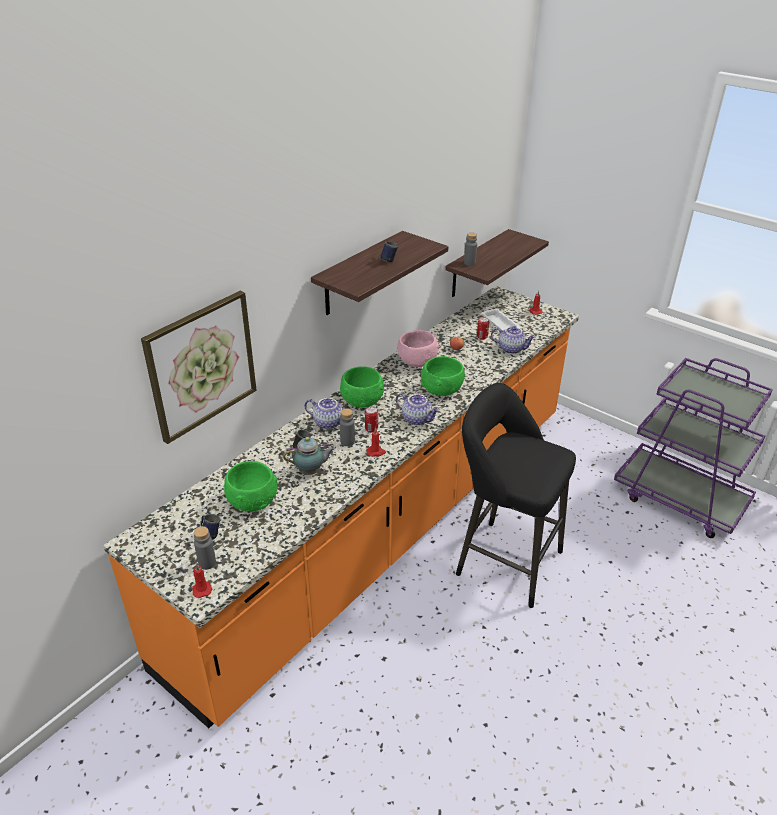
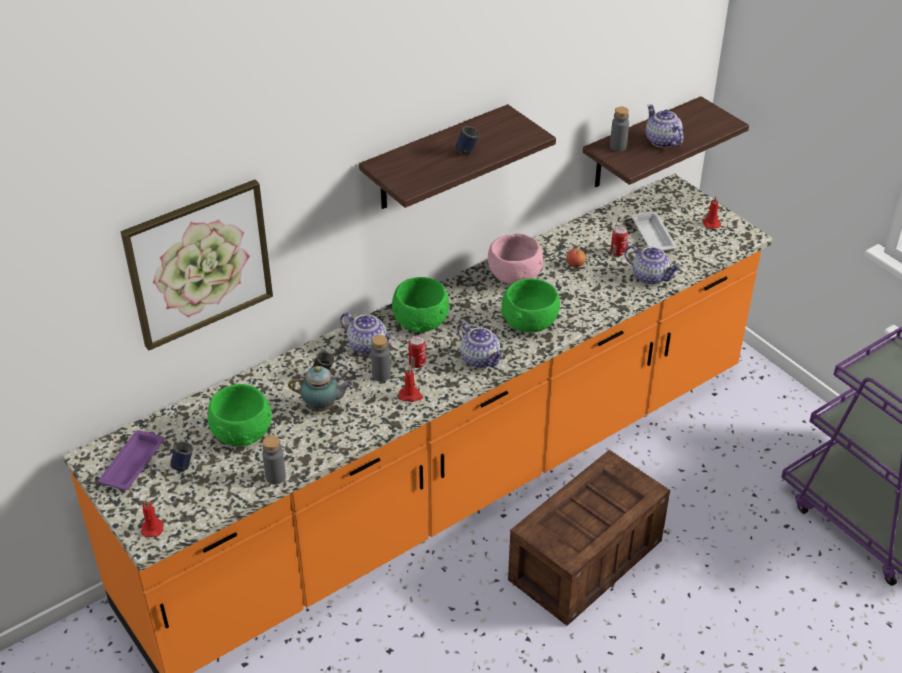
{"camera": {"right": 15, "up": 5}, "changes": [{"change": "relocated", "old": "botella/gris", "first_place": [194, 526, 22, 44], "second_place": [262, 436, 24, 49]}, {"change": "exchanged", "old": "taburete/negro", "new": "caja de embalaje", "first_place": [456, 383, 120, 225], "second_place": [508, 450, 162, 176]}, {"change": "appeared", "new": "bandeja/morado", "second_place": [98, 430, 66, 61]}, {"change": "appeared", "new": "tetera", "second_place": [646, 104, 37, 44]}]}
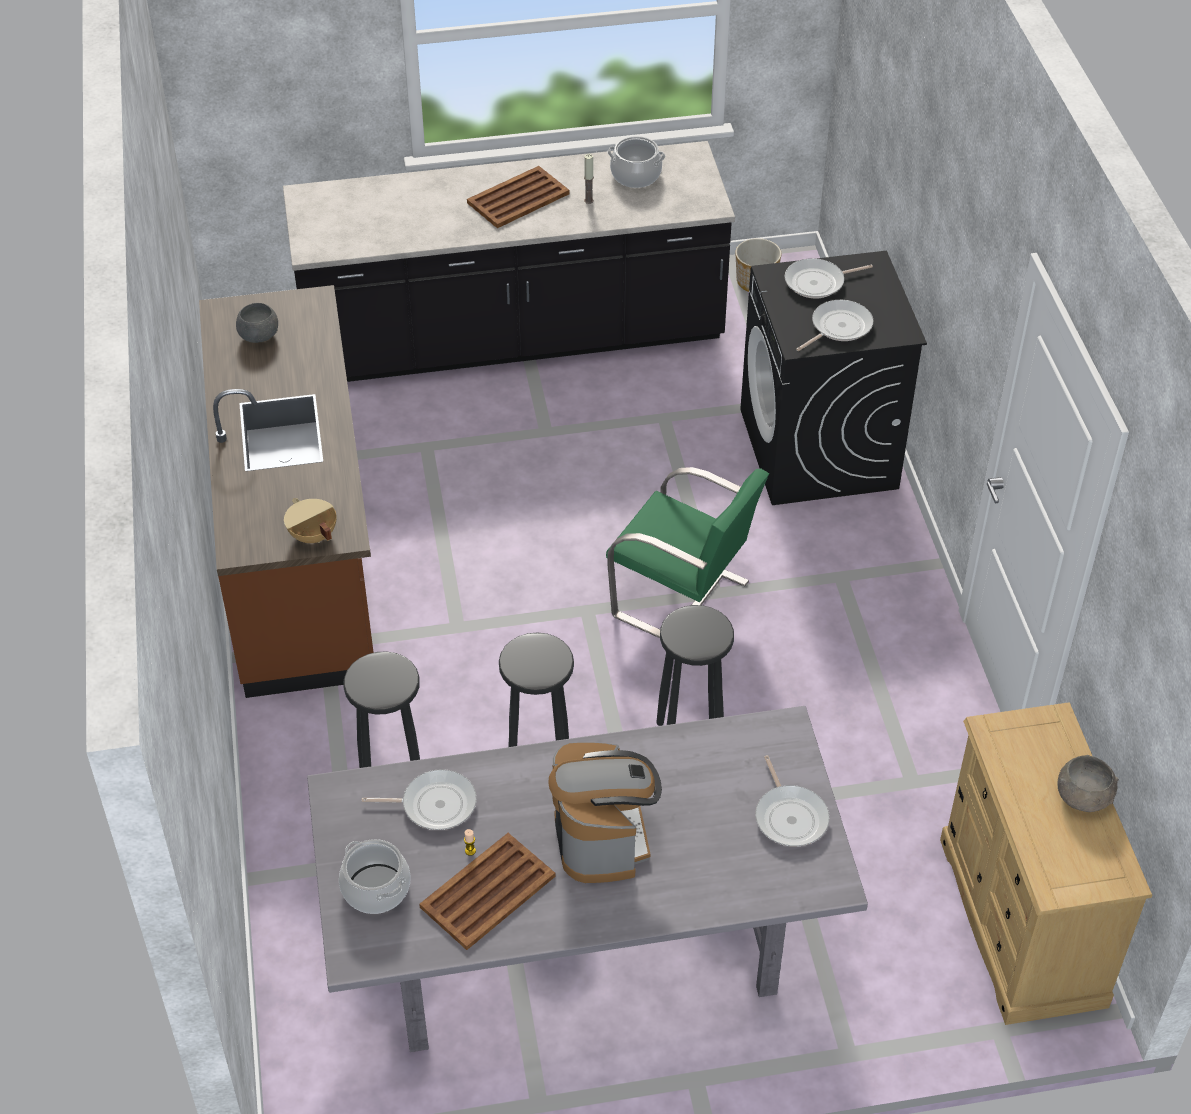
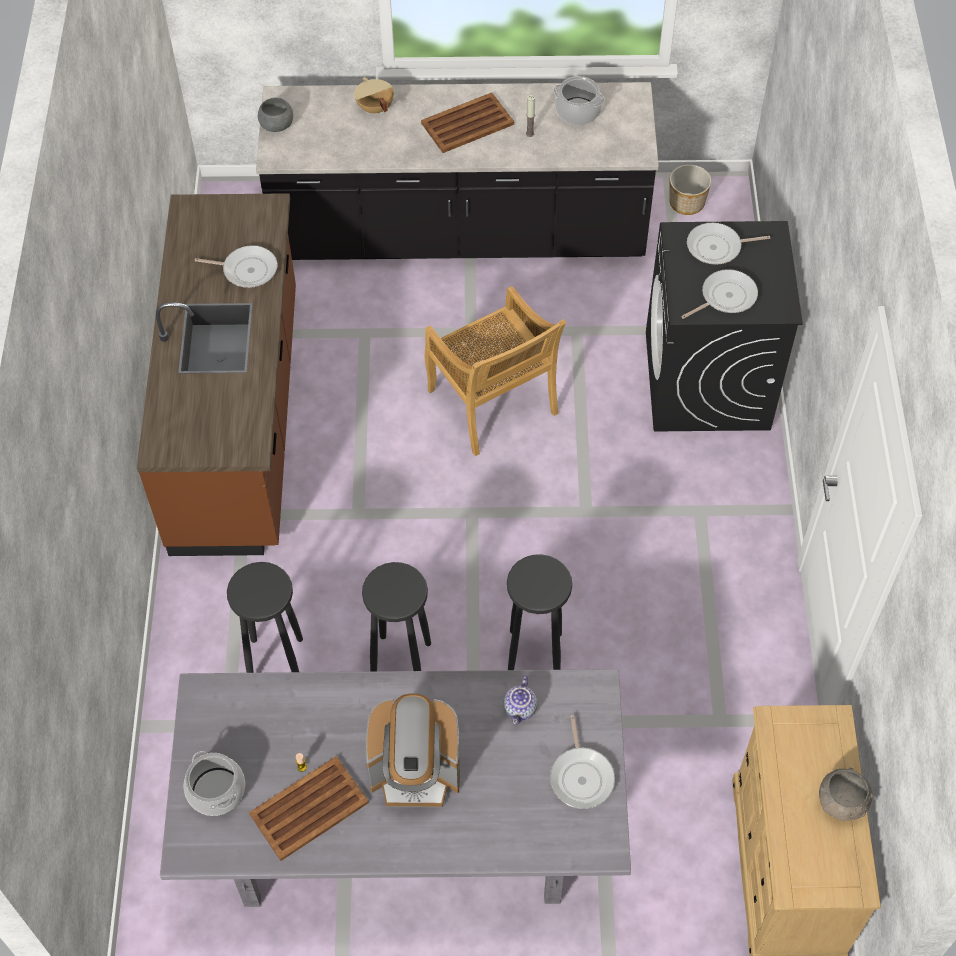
{"camera": {"right": 10, "up": 10}, "changes": [{"change": "relocated", "old": "cuenco/gris", "first_place": [236, 303, 42, 40], "second_place": [258, 97, 35, 35]}, {"change": "relocated", "old": "olla/beis", "first_place": [284, 498, 52, 45], "second_place": [354, 77, 40, 37]}, {"change": "relocated", "old": "sartén", "first_place": [362, 769, 115, 61], "second_place": [195, 245, 82, 43]}, {"change": "spun", "old": "cafetera", "first_place": [548, 742, 114, 141], "second_place": [366, 693, 94, 114], "degrees": 90}, {"change": "missing", "old": "silla/verde", "first_place": [606, 467, 163, 171]}, {"change": "appeared", "new": "silla/beis", "second_place": [425, 286, 141, 170]}, {"change": "appeared", "new": "tetera", "second_place": [504, 675, 33, 49]}]}
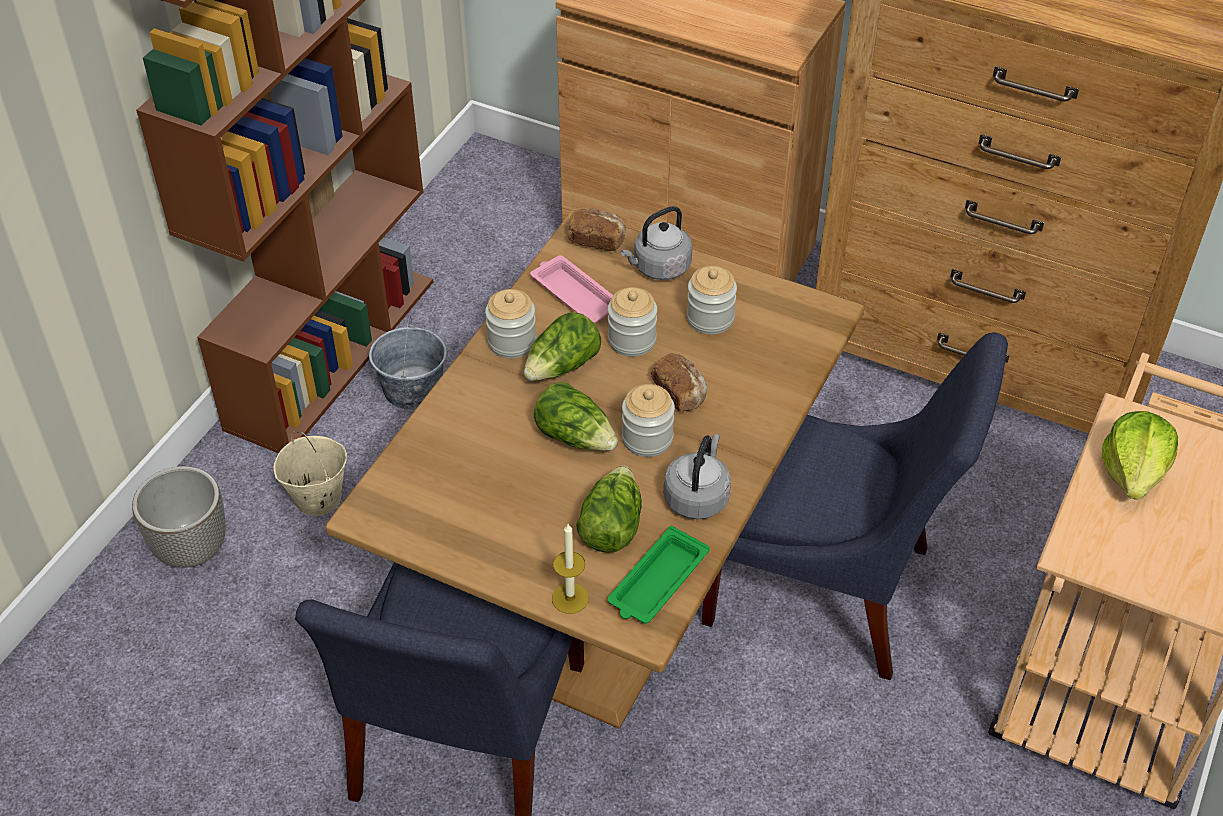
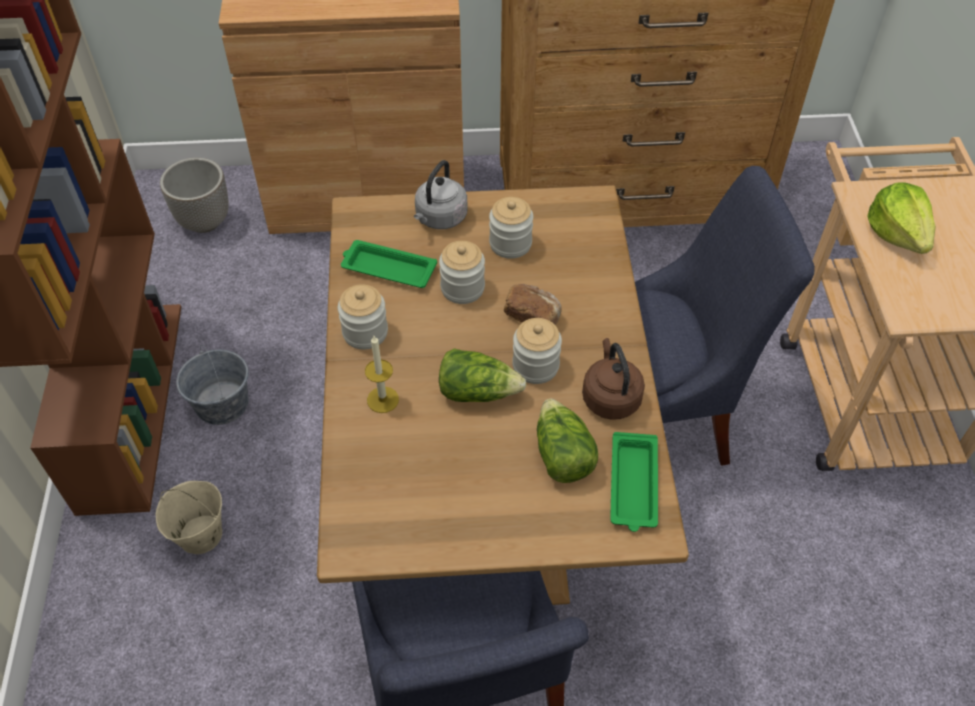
{"camera": {"right": -30, "up": 5}, "changes": [{"change": "relocated", "old": "maceta", "first_place": [132, 466, 94, 102], "second_place": [160, 157, 69, 76]}, {"change": "missing", "old": "lechuga", "first_place": [524, 313, 77, 68]}, {"change": "colour", "old": "bandeja/rosa", "new": "bandeja/verde", "first_place": [530, 255, 83, 68], "second_place": [341, 240, 96, 48]}, {"change": "relocated", "old": "vela", "first_place": [552, 524, 37, 90], "second_place": [365, 336, 34, 77]}, {"change": "missing", "old": "pan", "first_place": [568, 209, 58, 42]}, {"change": "colour", "old": "hervidor/gris", "new": "hervidor/marrón", "first_place": [664, 434, 67, 86], "second_place": [582, 338, 63, 82]}]}
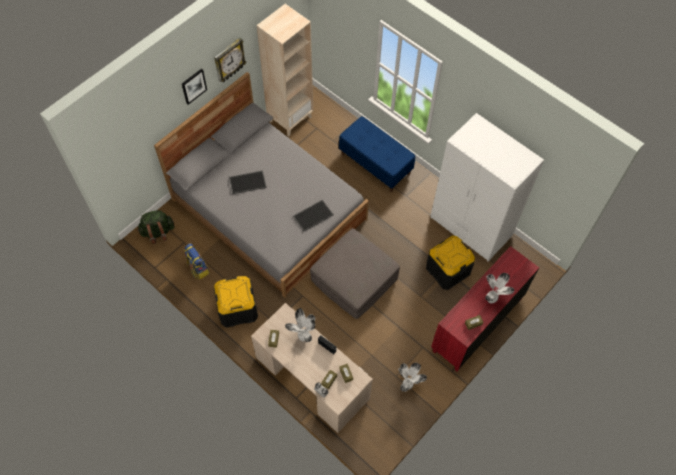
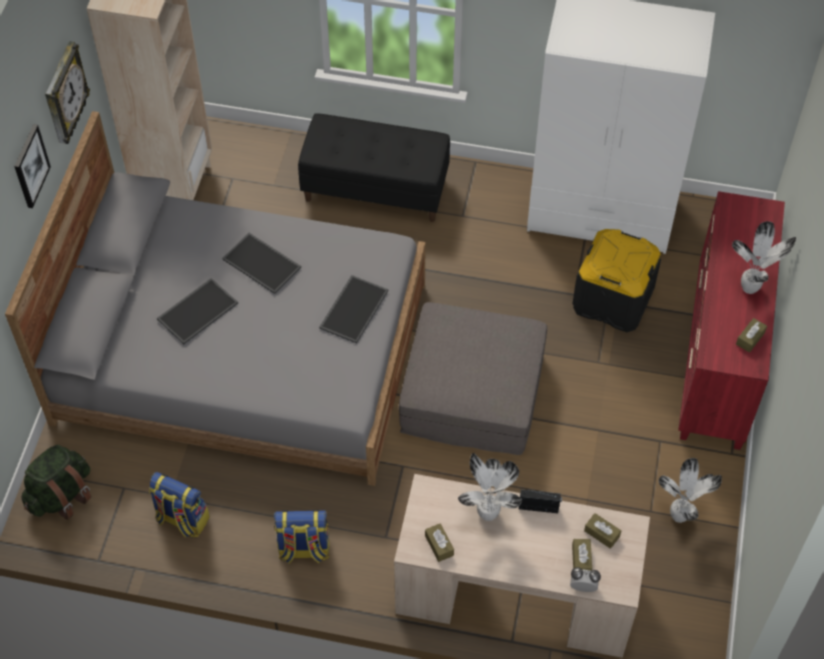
{"camera": {"right": -30, "up": -5}, "changes": [{"change": "exchanged", "old": "caja de almacenaje/negro", "new": "mochila", "first_place": [214, 276, 44, 52], "second_place": [274, 510, 56, 54]}, {"change": "colour", "old": "banco/azul", "new": "banco/negro", "first_place": [339, 116, 76, 76], "second_place": [298, 113, 152, 109]}, {"change": "appeared", "new": "bandeja", "second_place": [222, 233, 79, 61]}]}
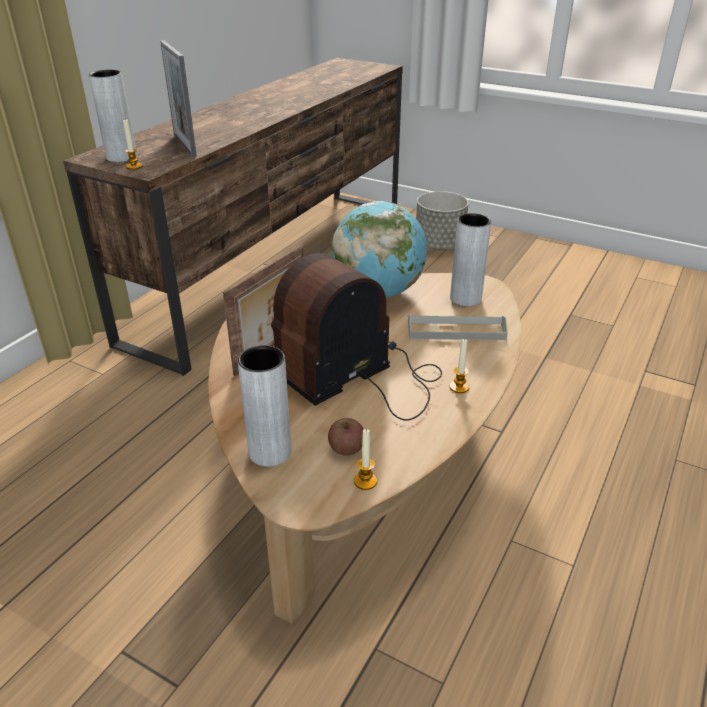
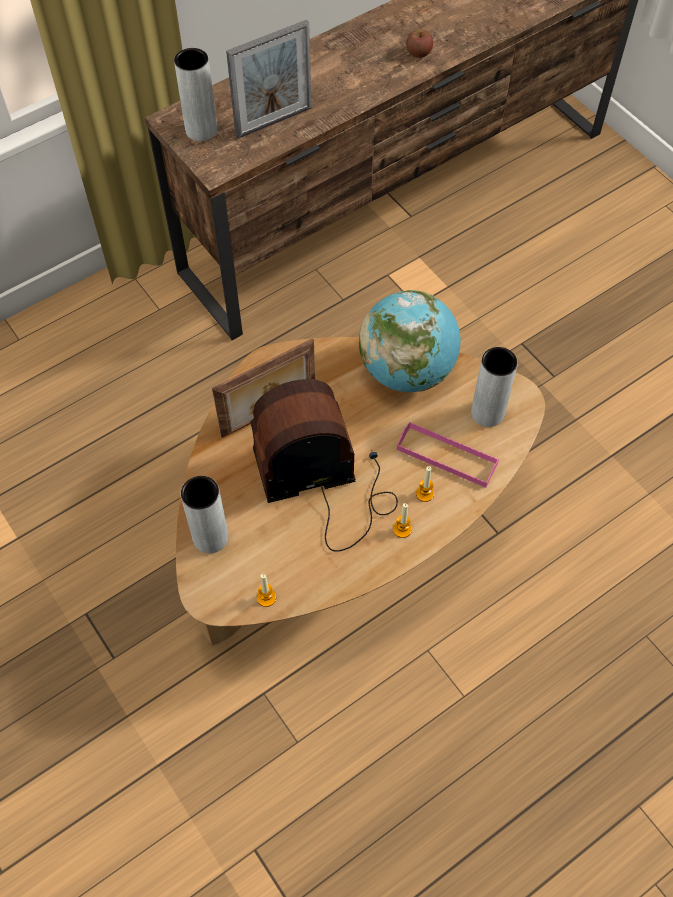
{"camera": {"right": 25, "up": 25}, "changes": [{"change": "relocated", "old": "vela", "first_place": [123, 120, 19, 50], "second_place": [416, 466, 18, 36]}, {"change": "spun", "old": "portarretratos", "first_place": [160, 40, 37, 117], "second_place": [226, 20, 85, 119], "degrees": -120}, {"change": "relocated", "old": "manzana", "first_place": [328, 418, 36, 38], "second_place": [406, 29, 27, 29]}, {"change": "colour", "old": "bandeja/gris", "new": "bandeja/rosa", "first_place": [408, 315, 100, 25], "second_place": [397, 422, 102, 66]}, {"change": "missing", "old": "maceta/gris", "first_place": [416, 191, 53, 59]}]}
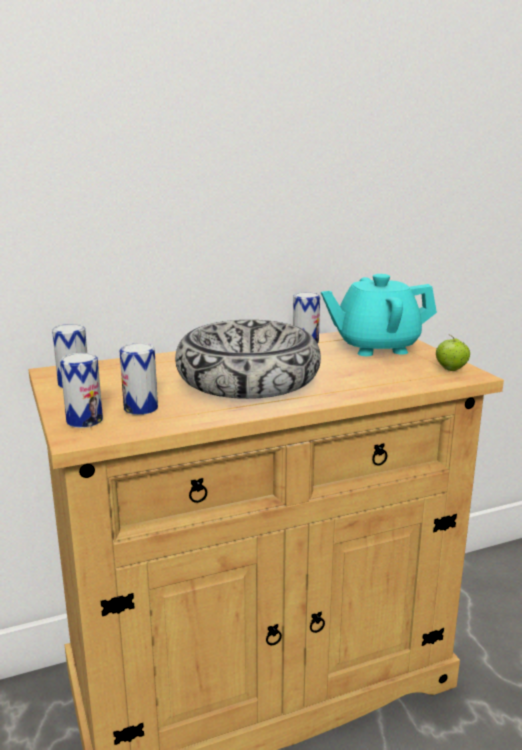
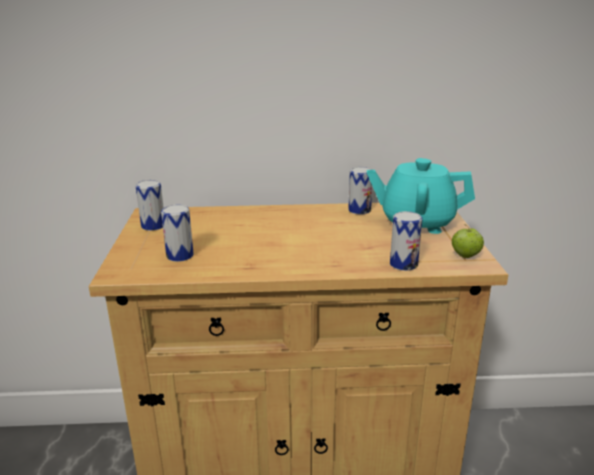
{"camera": {"right": 20, "up": 5}, "changes": [{"change": "relocated", "old": "lata", "first_place": [60, 353, 43, 75], "second_place": [390, 211, 32, 60]}, {"change": "missing", "old": "cuenco", "first_place": [175, 320, 146, 79]}]}
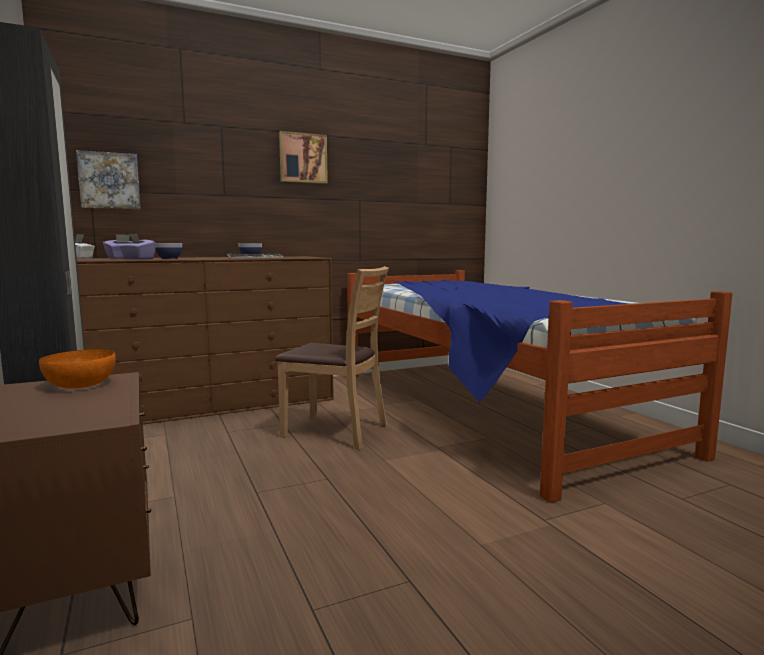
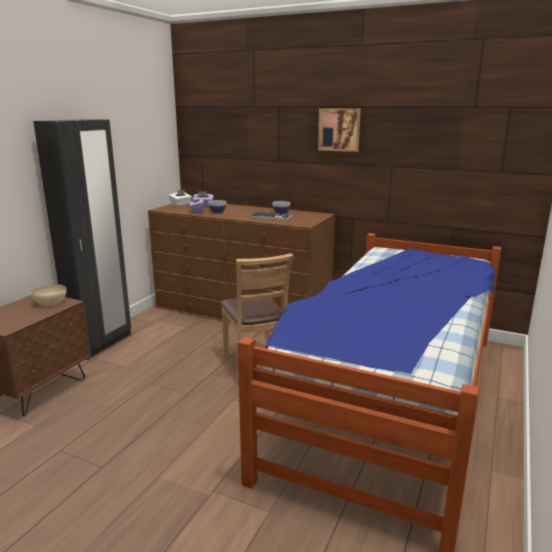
{"camera": {"right": 50, "up": 10}, "changes": [{"change": "colour", "old": "cuenco/naranja", "new": "cuenco/beis", "first_place": [39, 349, 77, 39], "second_place": [32, 284, 35, 22]}, {"change": "missing", "old": "cuadro", "first_place": [76, 150, 65, 59]}]}
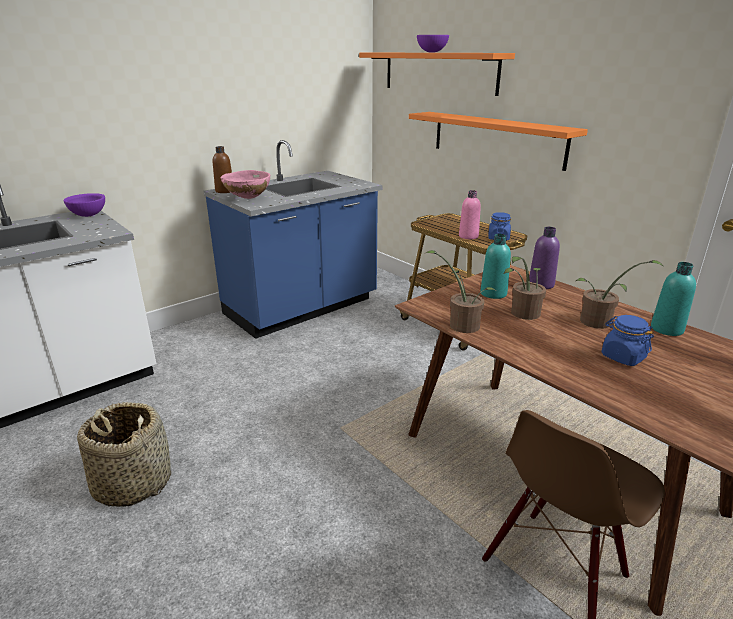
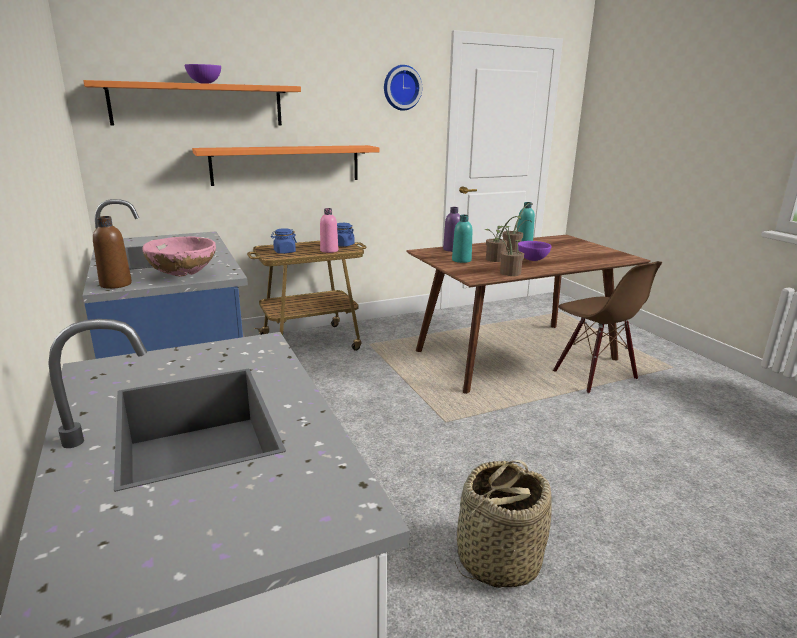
{"camera": {"right": -75, "up": -5}, "changes": [{"change": "relocated", "old": "cuenco/morado", "first_place": [64, 193, 41, 24], "second_place": [518, 241, 34, 20]}, {"change": "relocated", "old": "tarro/azul", "first_place": [602, 315, 52, 51], "second_place": [271, 228, 26, 26]}, {"change": "appeared", "new": "reloj de pared", "second_place": [384, 65, 38, 46]}]}
